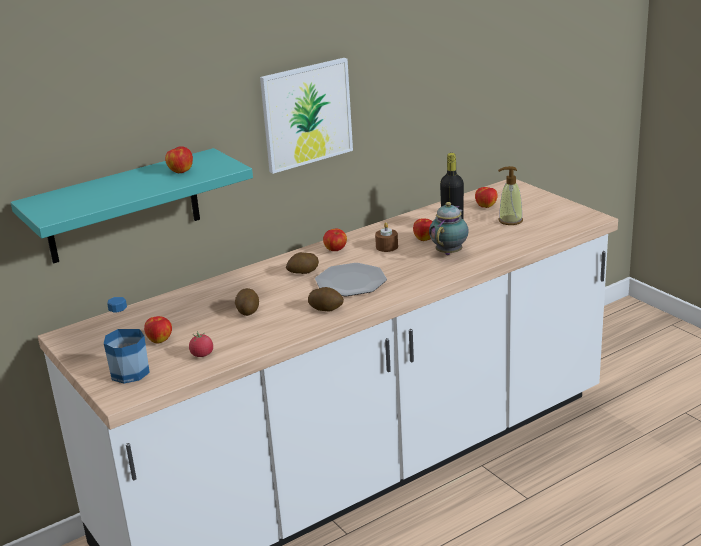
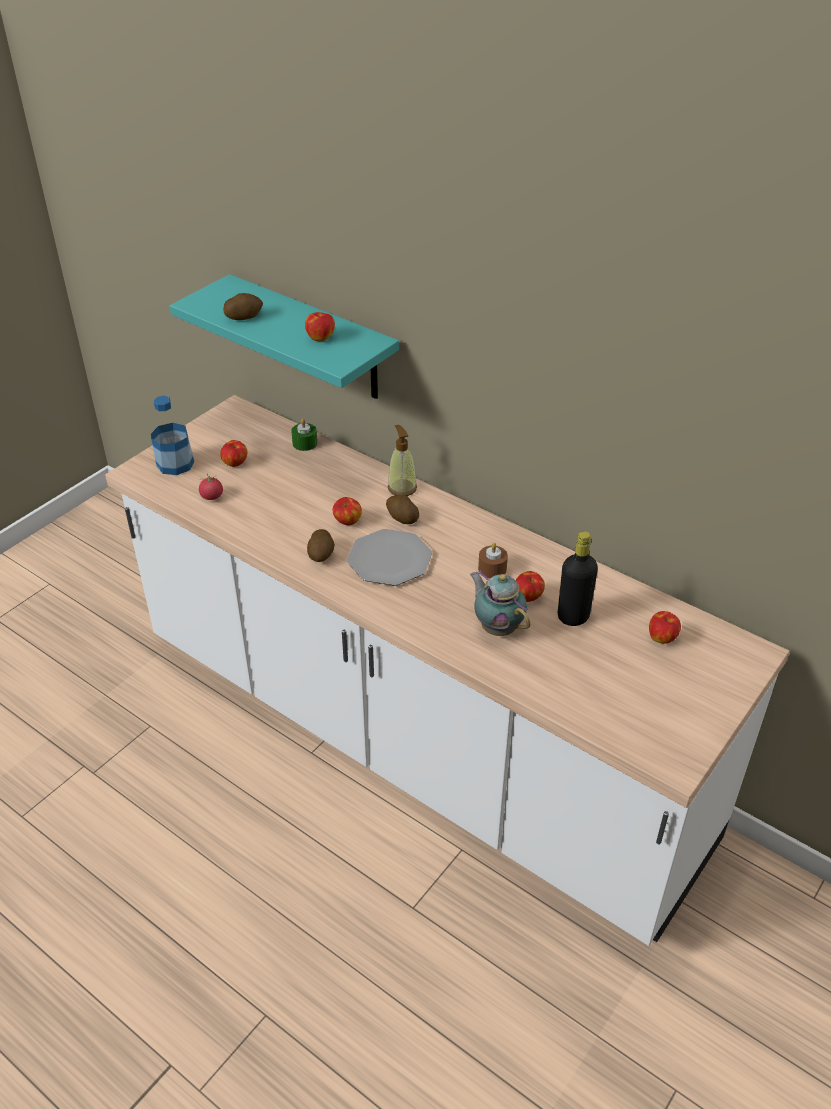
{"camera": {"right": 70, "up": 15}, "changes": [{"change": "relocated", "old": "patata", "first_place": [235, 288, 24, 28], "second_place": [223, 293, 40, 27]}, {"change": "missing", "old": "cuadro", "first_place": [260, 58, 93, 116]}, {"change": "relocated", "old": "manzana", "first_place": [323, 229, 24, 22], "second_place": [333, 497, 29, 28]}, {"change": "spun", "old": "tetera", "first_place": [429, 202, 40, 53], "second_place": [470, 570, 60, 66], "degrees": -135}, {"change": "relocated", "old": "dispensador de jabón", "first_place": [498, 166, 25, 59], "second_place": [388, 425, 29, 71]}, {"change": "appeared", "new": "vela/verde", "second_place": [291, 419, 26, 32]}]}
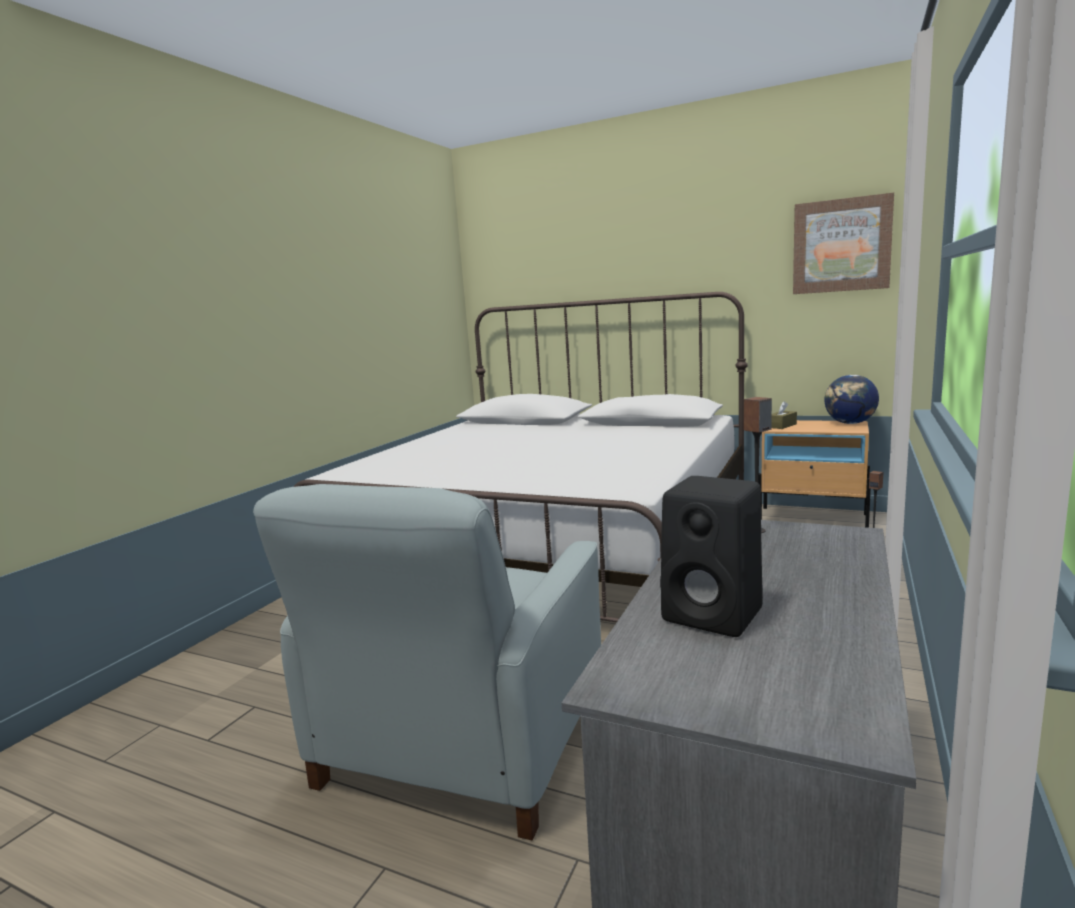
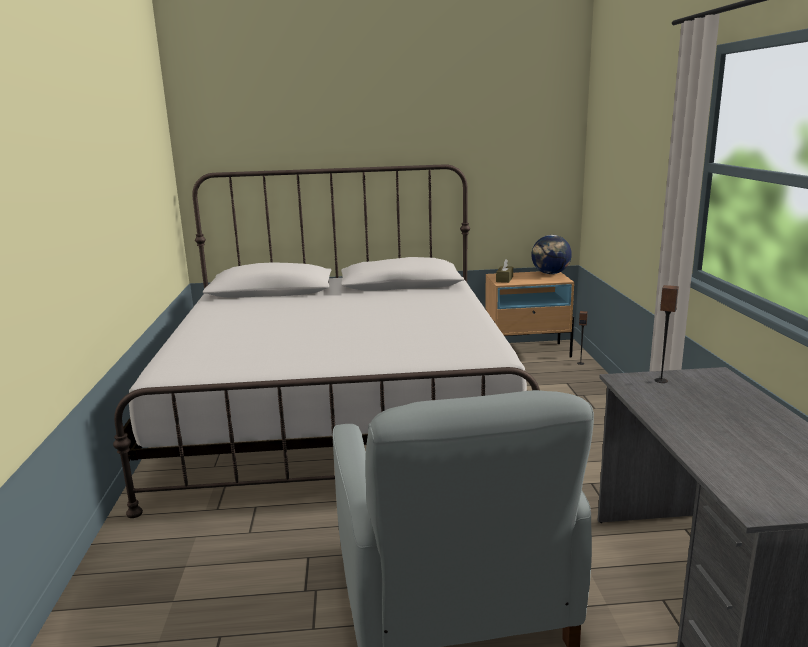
{"camera": {"right": -30, "up": 5}, "changes": [{"change": "missing", "old": "altavoz/negro", "first_place": [660, 476, 103, 161]}, {"change": "missing", "old": "cuadro", "first_place": [793, 193, 101, 101]}]}
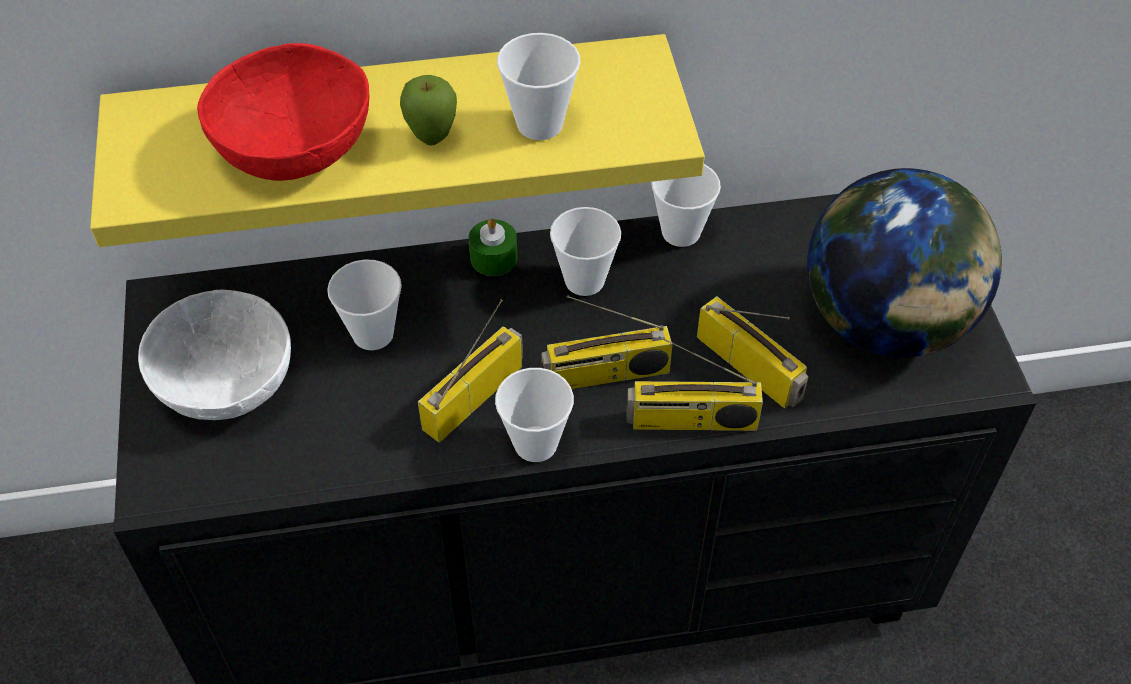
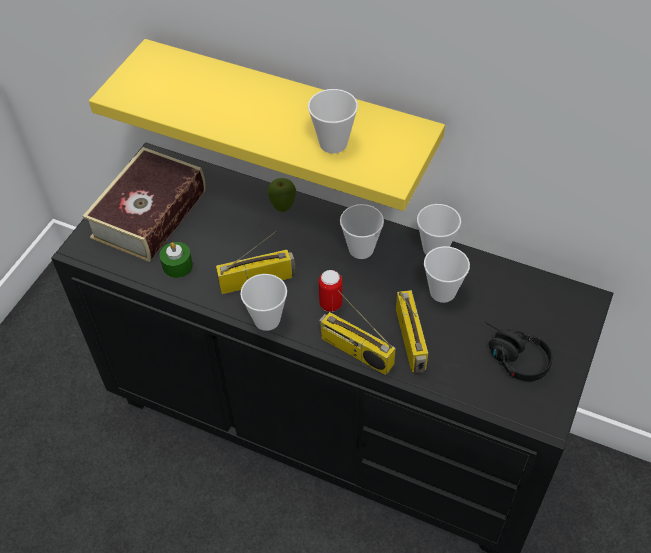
{"camera": {"right": 35, "up": 0}, "changes": [{"change": "exchanged", "old": "cuenco/blanco", "new": "libro", "first_place": [138, 289, 153, 131], "second_place": [83, 147, 123, 115]}, {"change": "missing", "old": "cuenco/rojo", "first_place": [197, 43, 172, 138]}, {"change": "relocated", "old": "taza", "first_place": [327, 259, 75, 91], "second_place": [424, 246, 46, 57]}, {"change": "relocated", "old": "manzana", "first_place": [400, 75, 57, 71], "second_place": [268, 178, 28, 34]}, {"change": "relocated", "old": "vela/verde", "first_place": [469, 218, 48, 58], "second_place": [160, 242, 33, 36]}, {"change": "exchanged", "old": "radio", "new": "lata", "first_place": [541, 295, 132, 94], "second_place": [319, 270, 23, 42]}, {"change": "exchanged", "old": "globo terráqueo", "new": "auriculares/negro", "first_place": [807, 168, 195, 189], "second_place": [485, 322, 67, 59]}]}
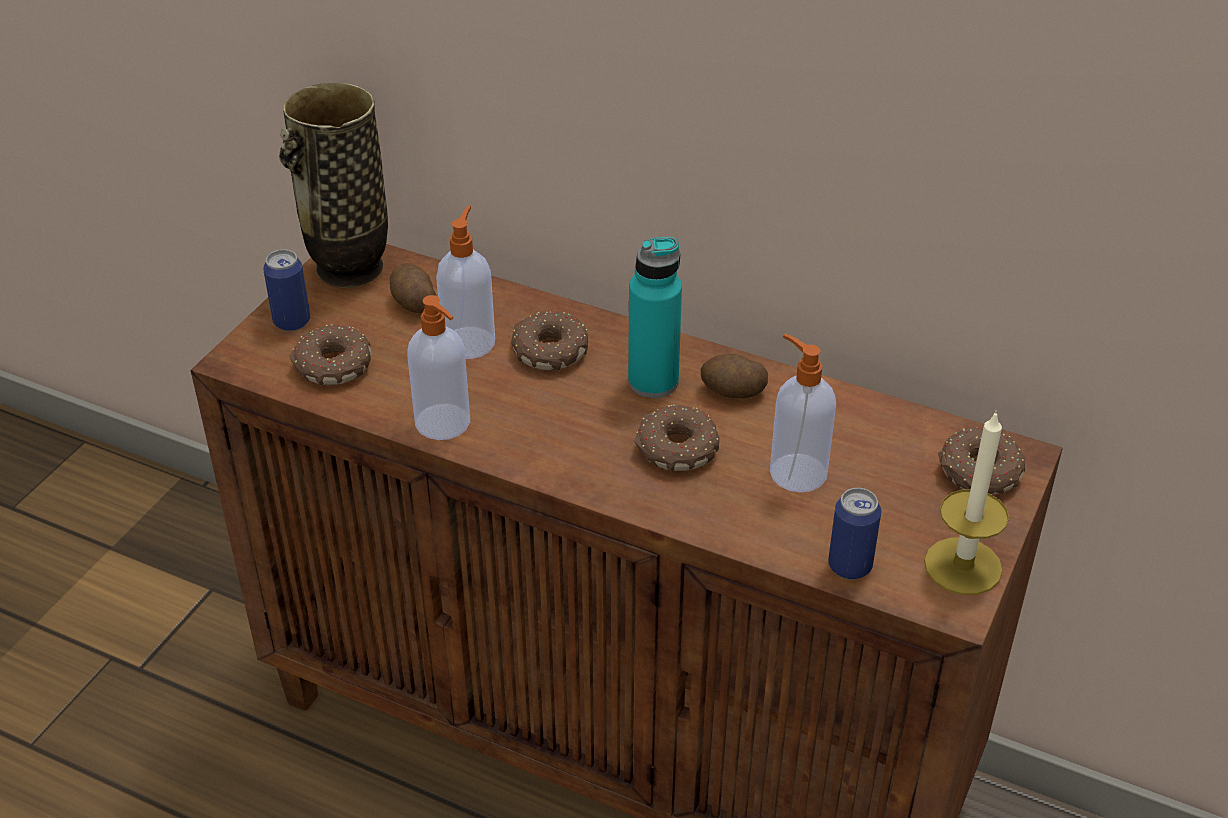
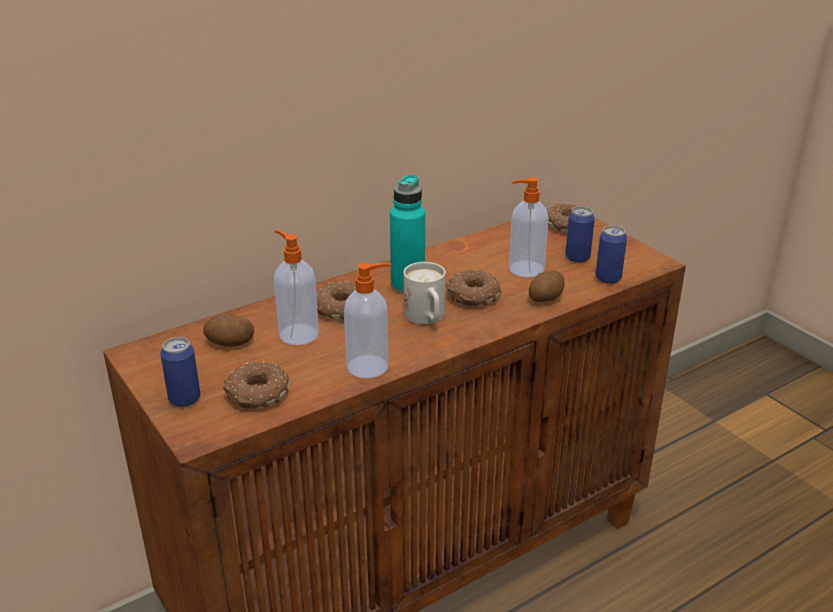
{"camera": {"right": -60, "up": -10}, "changes": [{"change": "missing", "old": "florero", "first_place": [279, 83, 109, 205]}, {"change": "relocated", "old": "patata", "first_place": [701, 354, 67, 44], "second_place": [529, 271, 36, 31]}, {"change": "missing", "old": "vela", "first_place": [924, 410, 85, 185]}, {"change": "appeared", "new": "taza grande/blanco", "second_place": [403, 262, 42, 62]}, {"change": "appeared", "new": "lata", "second_place": [565, 206, 30, 57]}]}
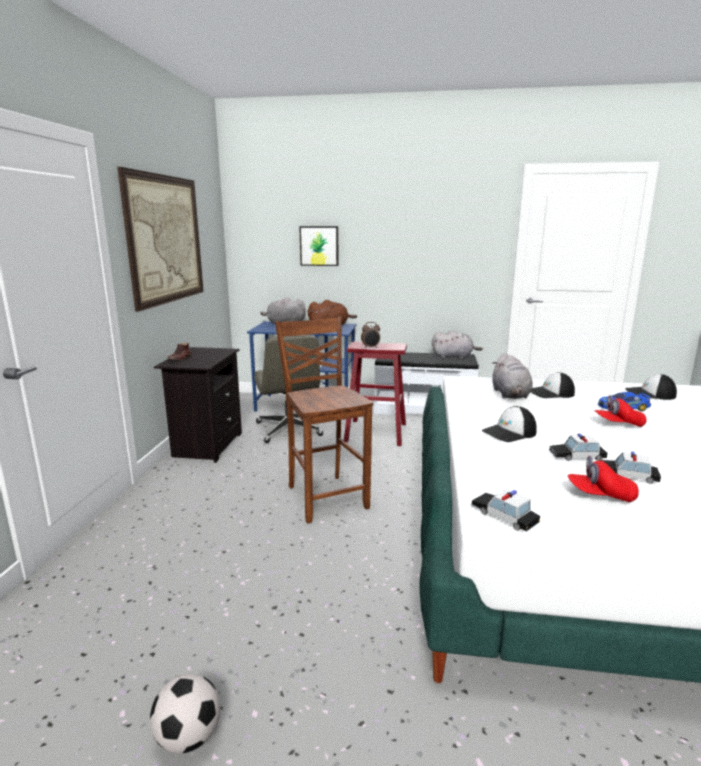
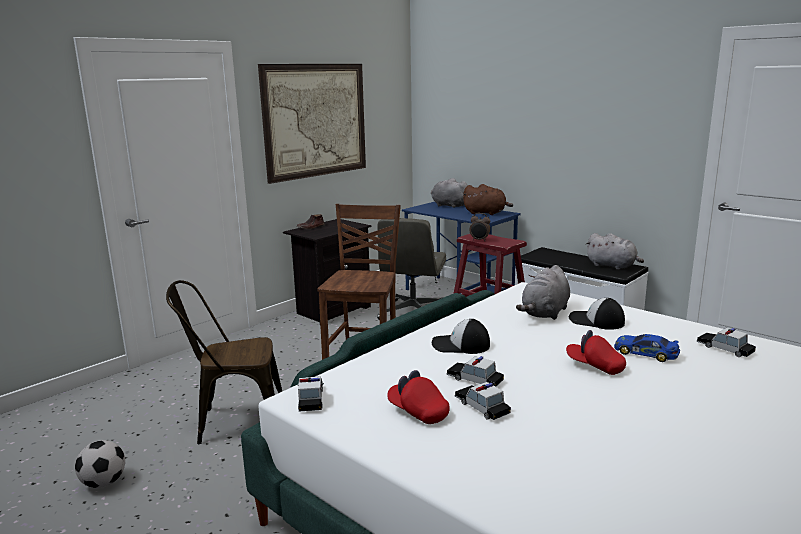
{"camera": {"right": 35, "up": 0}, "changes": [{"change": "missing", "old": "cuadro", "first_place": [299, 226, 40, 40]}, {"change": "exchanged", "old": "gorra", "new": "coche de juguete", "first_place": [625, 374, 52, 26], "second_place": [696, 328, 60, 29]}, {"change": "appeared", "new": "silla/marrón", "second_place": [166, 280, 116, 164]}]}
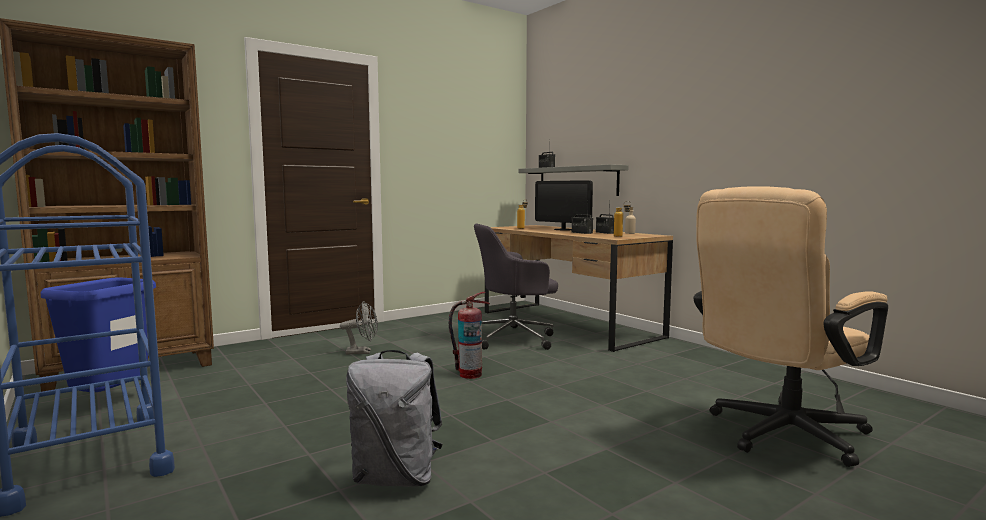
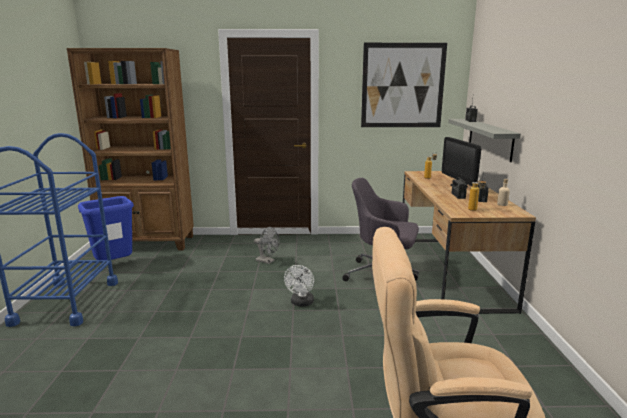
{"camera": {"right": 35, "up": 10}, "changes": [{"change": "missing", "old": "mochila/gris", "first_place": [346, 350, 97, 137]}, {"change": "exchanged", "old": "extintor", "new": "ventilador/blanco", "first_place": [449, 292, 41, 87], "second_place": [284, 265, 30, 42]}, {"change": "appeared", "new": "cuadro", "second_place": [361, 43, 86, 84]}]}
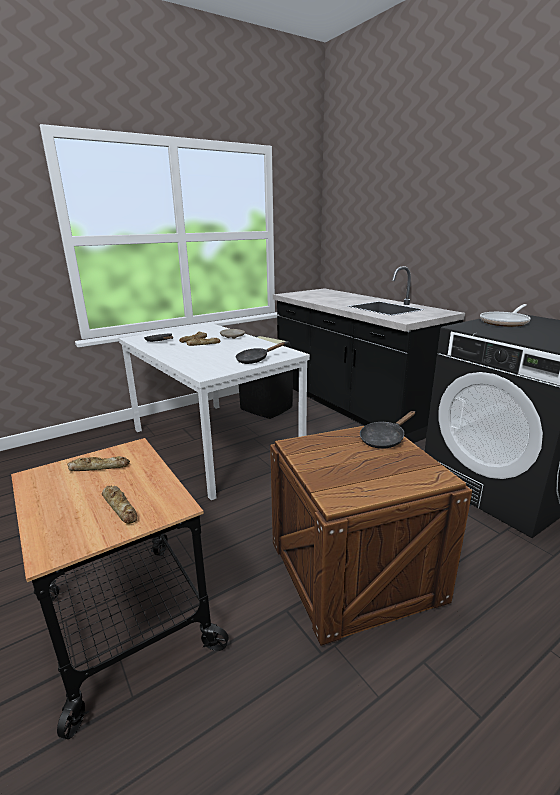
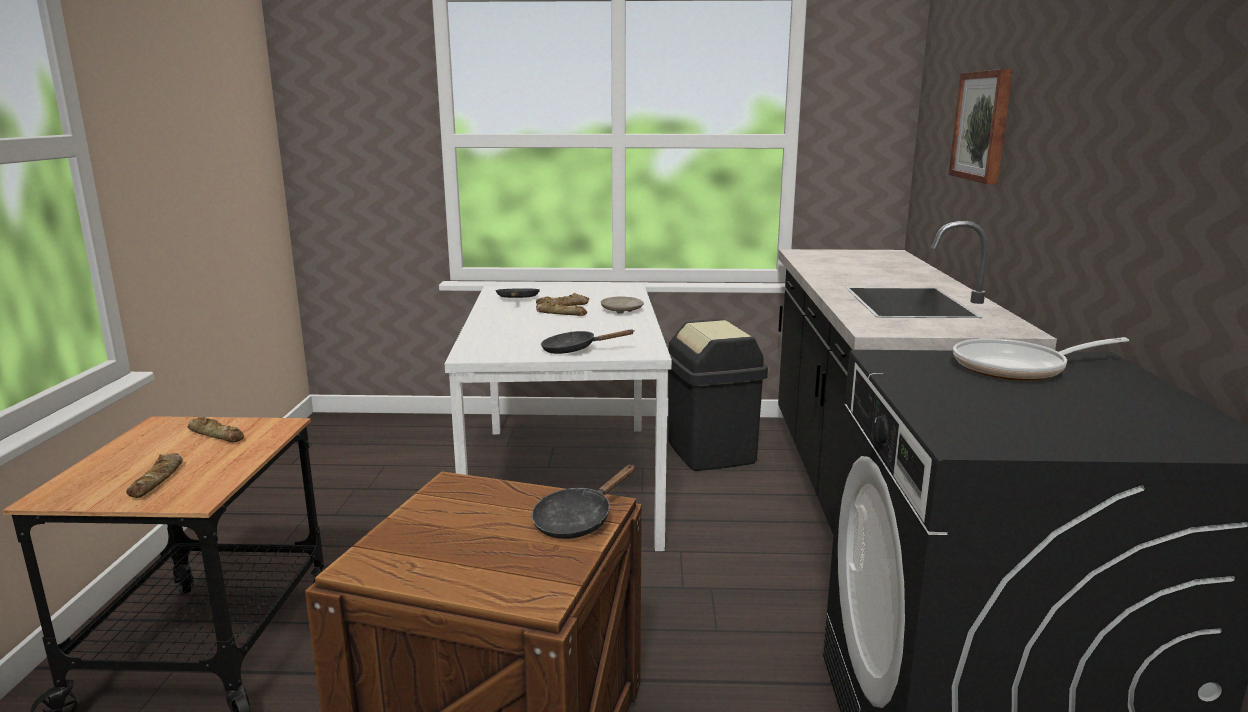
{"camera": {"right": 35, "up": -5}, "changes": [{"change": "spun", "old": "sartén/negro", "first_place": [360, 411, 55, 38], "second_place": [532, 465, 103, 74], "degrees": -45}, {"change": "appeared", "new": "cuadro", "second_place": [949, 69, 64, 115]}]}
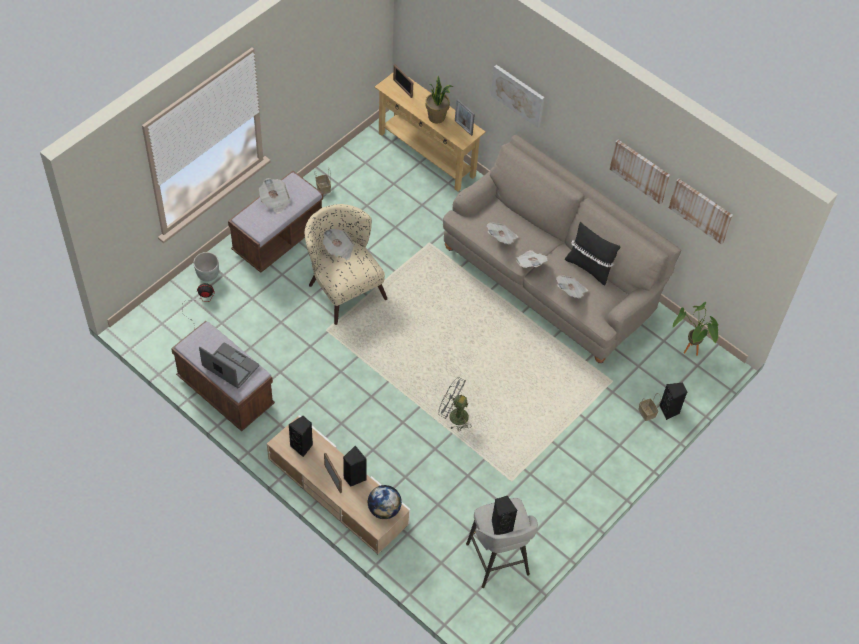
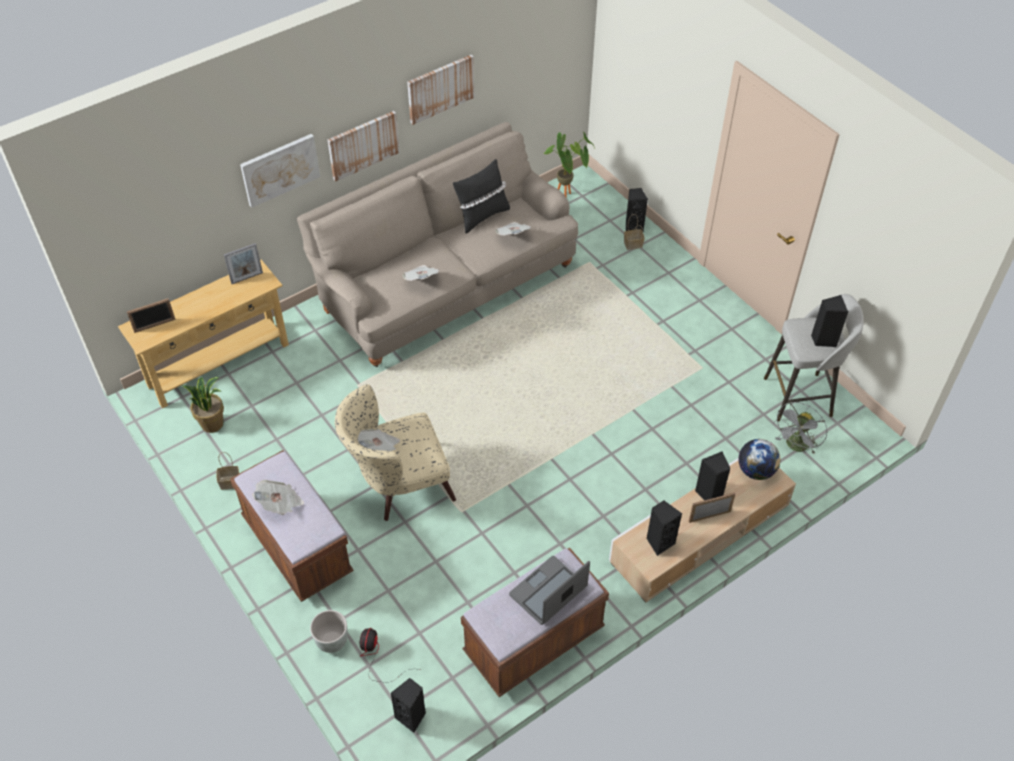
{"camera": {"right": -75, "up": -5}, "changes": [{"change": "relocated", "old": "planta en maceta", "first_place": [426, 76, 27, 47], "second_place": [182, 377, 42, 56]}, {"change": "relocated", "old": "ventilador/gris", "first_place": [438, 377, 33, 54], "second_place": [773, 402, 54, 53]}, {"change": "missing", "old": "periódico", "first_place": [516, 250, 32, 18]}, {"change": "relocated", "old": "cuadro", "first_place": [669, 178, 64, 66], "second_place": [328, 111, 72, 71]}, {"change": "appeared", "new": "altavoz/negro", "second_place": [391, 678, 35, 55]}]}
